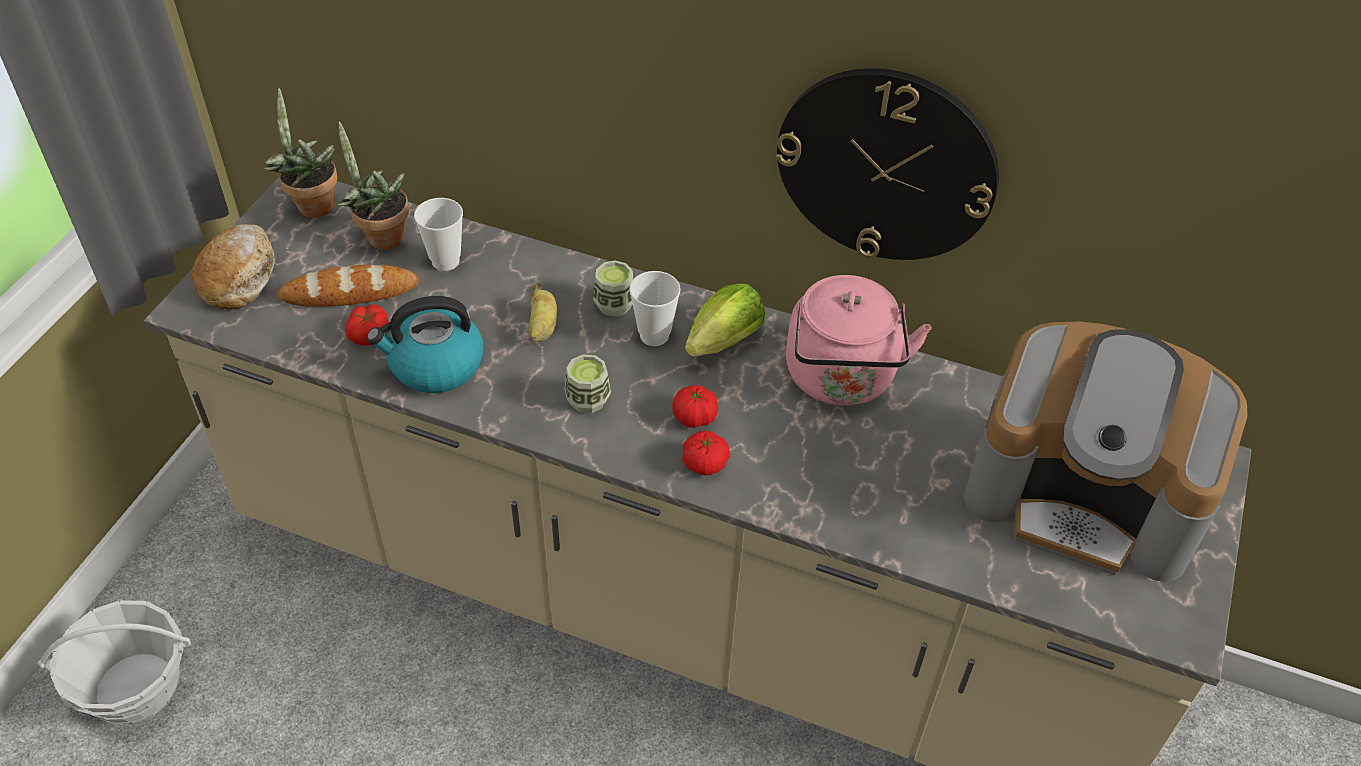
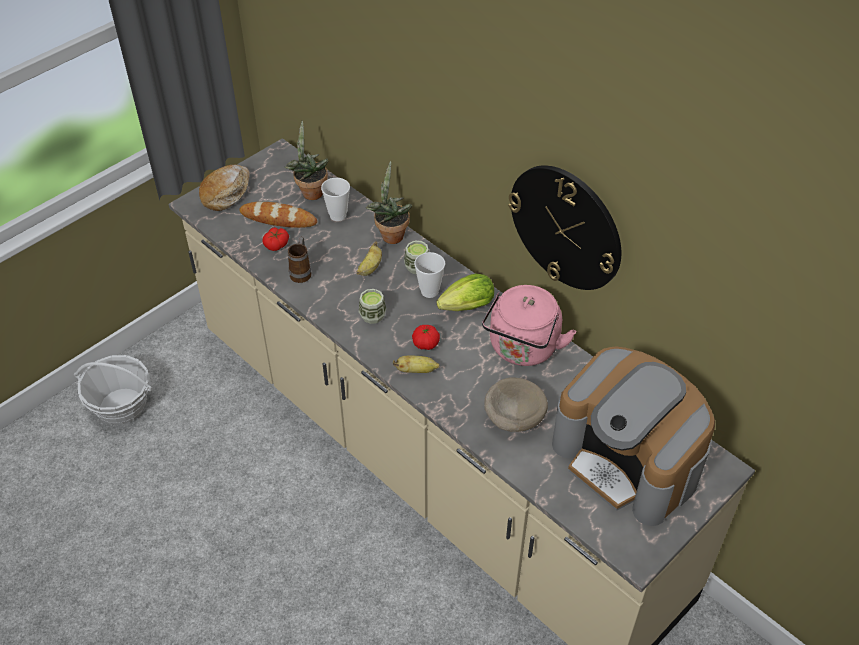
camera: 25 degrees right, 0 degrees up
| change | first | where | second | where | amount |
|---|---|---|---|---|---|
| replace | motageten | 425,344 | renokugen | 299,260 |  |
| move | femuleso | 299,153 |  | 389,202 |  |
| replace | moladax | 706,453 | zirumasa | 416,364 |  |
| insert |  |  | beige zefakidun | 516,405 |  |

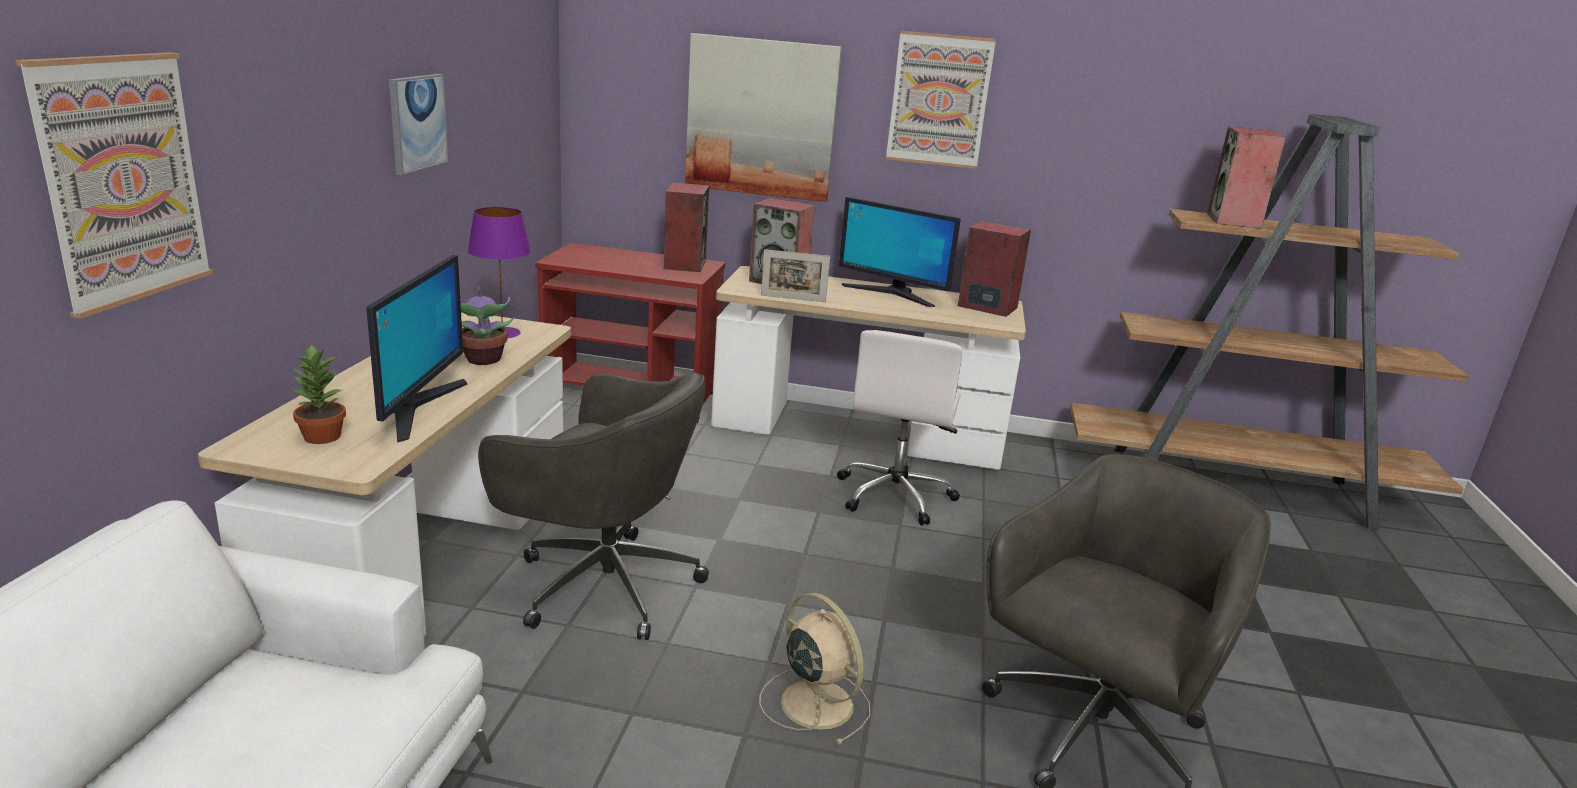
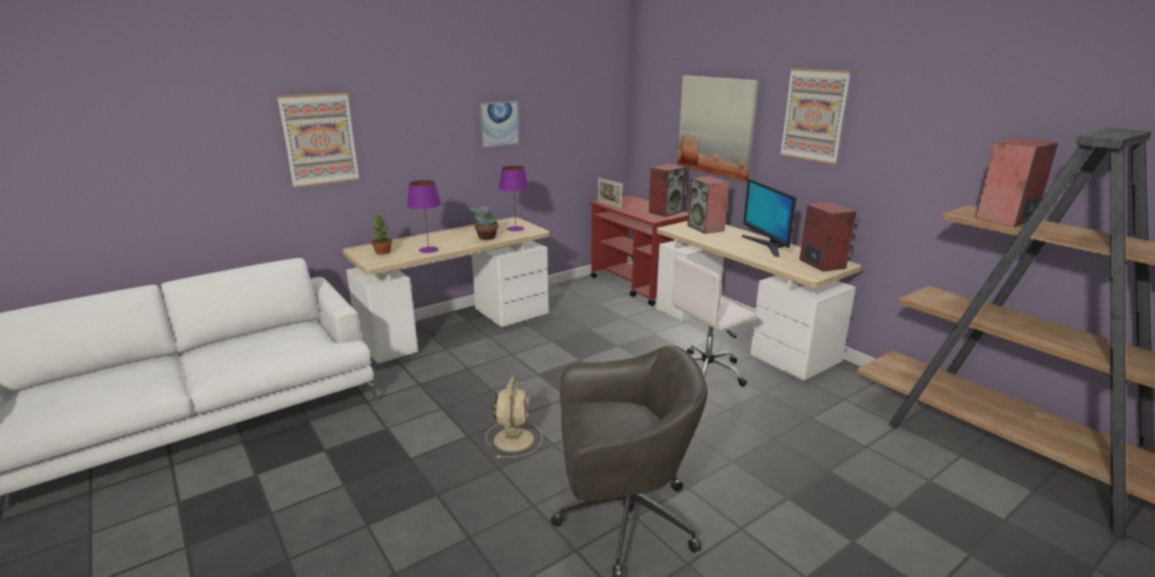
camera: 45 degrees right, 0 degrees up
| change | first | where | second | where | amount |
|---|---|---|---|---|---|
| replace | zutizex | 416,349 | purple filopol | 424,216 |  |
| move | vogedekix | 795,275 |  | 610,193 |  |
| delete | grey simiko | 593,506 |  |  |  |

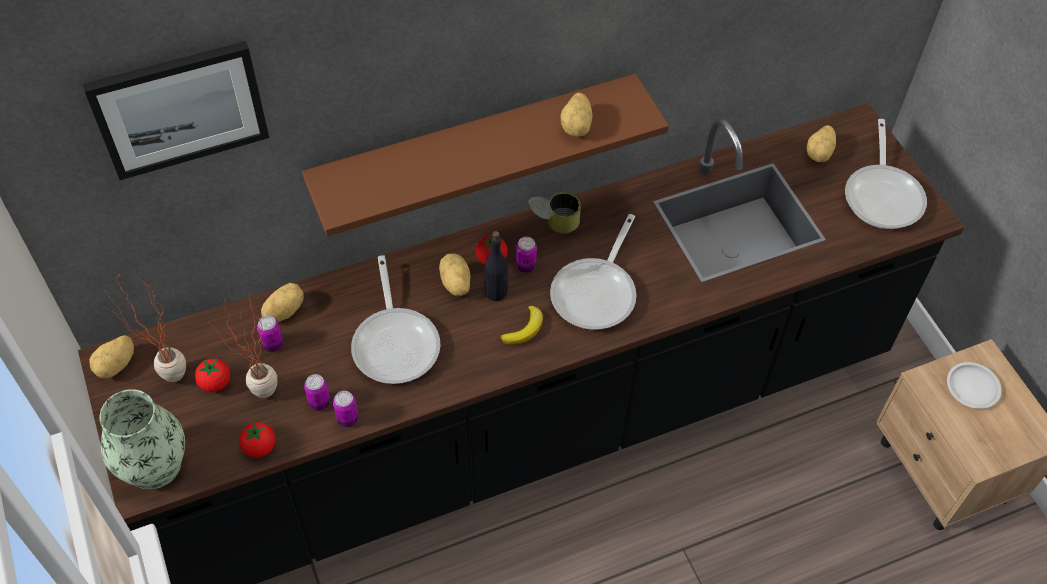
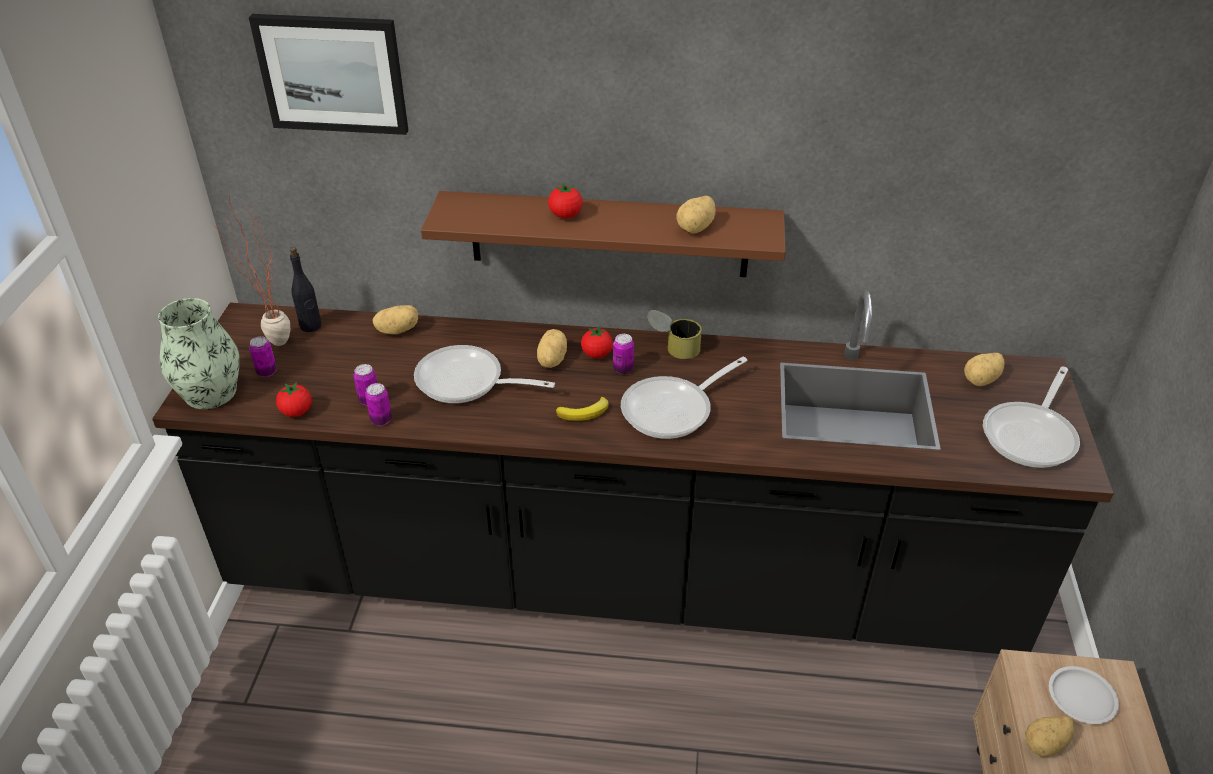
camera: 30 degrees right, 15 degrees down
| change | first | where | second | where | amount |
|---|---|---|---|---|---|
| move | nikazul | 270,334 |  | 263,356 |  |
| move | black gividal | 496,266 |  | 305,289 |  |
| rotate | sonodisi | 396,319 |  | 484,374 | 90 degrees clockwise |
| move | moladax | 212,375 |  | 565,200 |  |
| move | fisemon | 111,357 |  | 1050,736 |  |
| delete | femuleso | 243,345 |  |  |  |

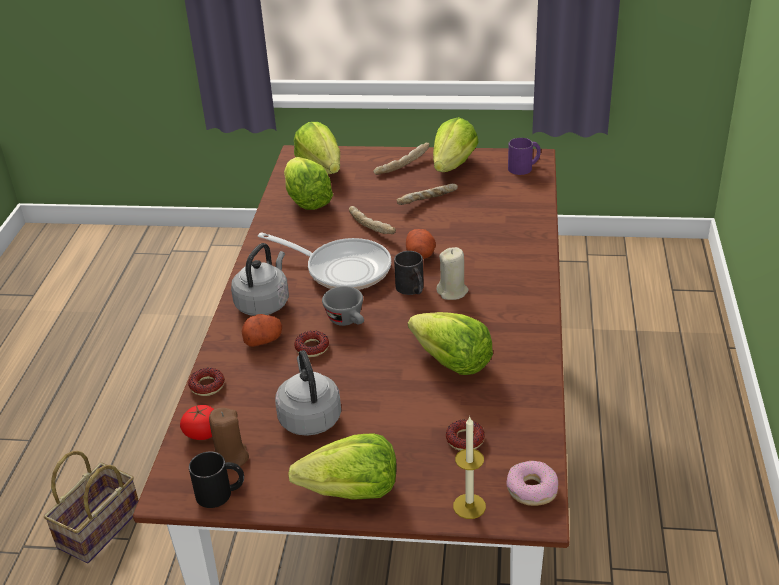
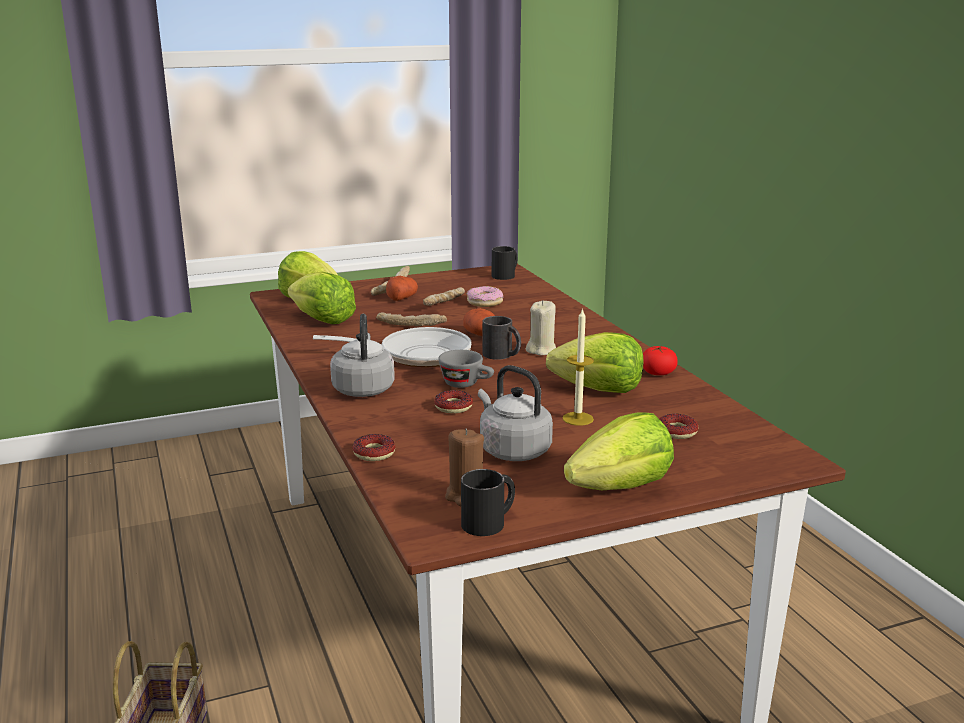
camera: 30 degrees left, 15 degrees down
| change | first | where | second | where | amount |
|---|---|---|---|---|---|
| move | fisemon | 262,330 |  | 402,288 |  |
| move | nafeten | 532,483 |  | 485,296 |  |
| recolor | purple renokugen | 524,156 | black renokugen | 504,263 |  |
| move | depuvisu | 469,467 |  | 578,367 |  |
| move | moladax | 197,422 |  | 660,360 |  |
| delete | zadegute | 456,144 |  |  |  |

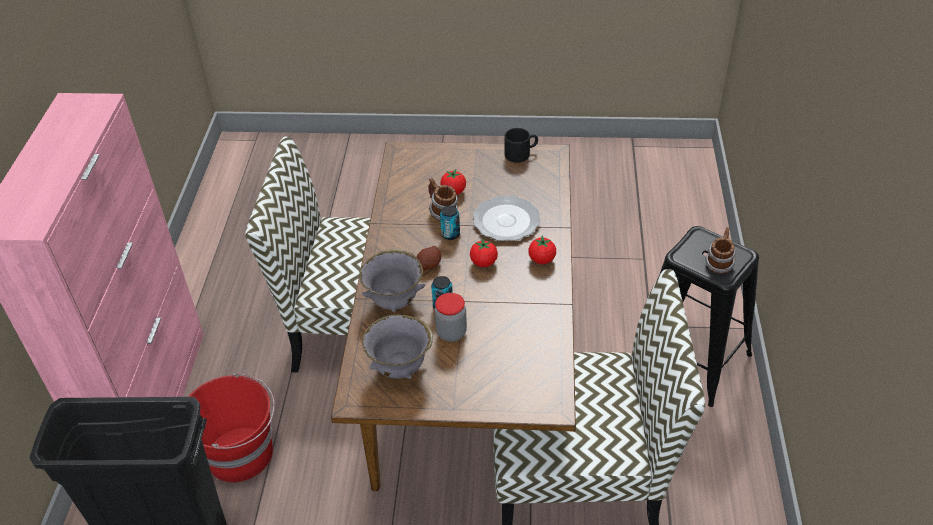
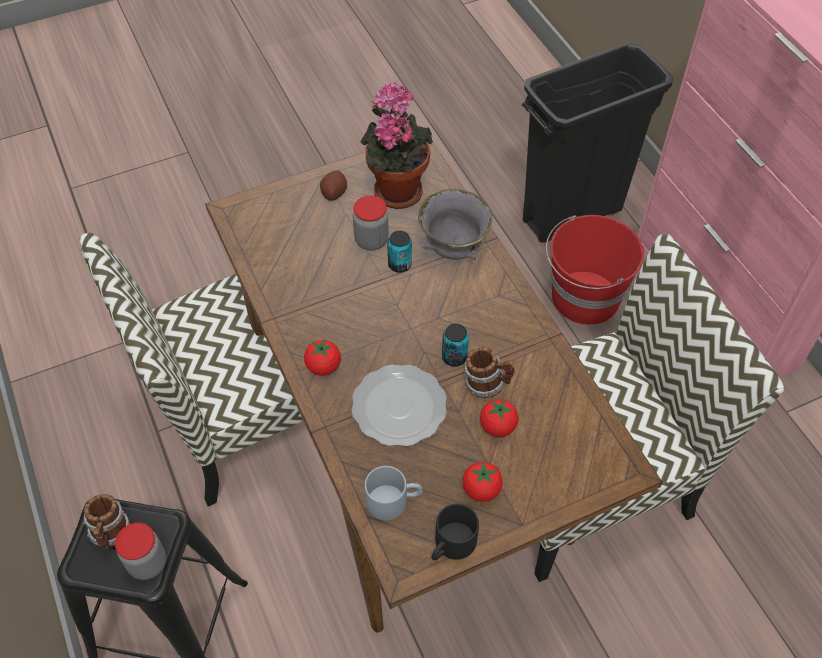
camera: 150 degrees right, 10 degrees up
| change | first | where | second | where | amount |
|---|---|---|---|---|---|
| insert |  |  | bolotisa | 140,551 |  |
| move | fisemon | 429,258 |  | 333,185 |  |
| replace | grey zefakidun | 397,346 | femuleso | 397,145 |  |
| insert |  |  | grey renokugen | 394,493 |  |
| move | moladax | 484,252 |  | 482,482 |  |

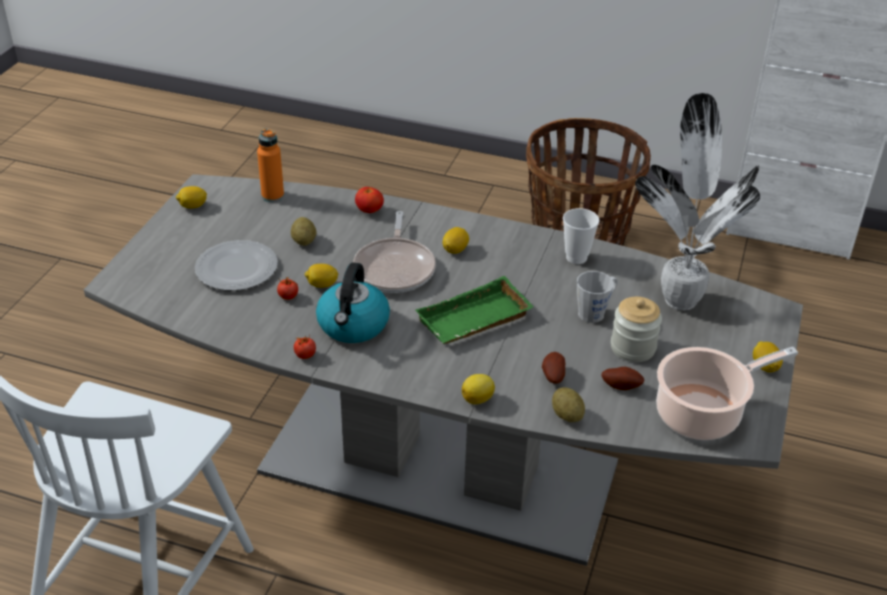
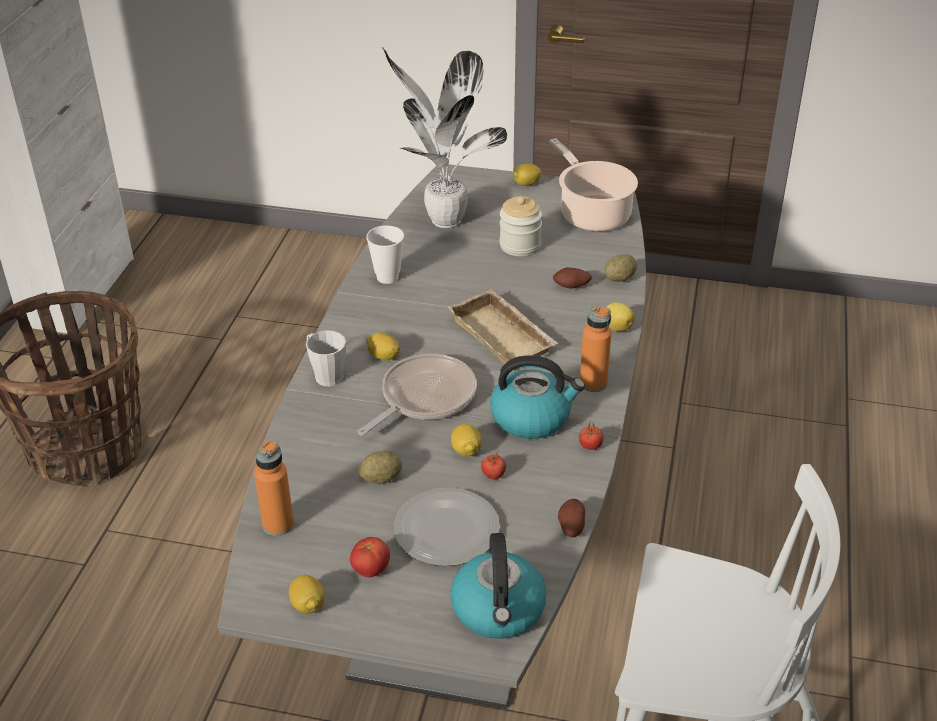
camera: 95 degrees left, 0 degrees up
| change | first | where | second | where | amount |
|---|---|---|---|---|---|
| move | grey renokugen | 597,297 |  | 326,358 |  |
| move | moladax | 369,200 |  | 370,557 |  |
| rotate | sonodisi | 394,252 |  | 417,395 | 45 degrees counterclockwise |
| recolor | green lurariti | 474,310 | beige lurariti | 503,330 |  |
| insert |  |  | motageten | 498,586 |  |
| move | fisemon | 622,378 |  | 571,518 |  |
| insert |  |  | orange gividal | 596,349 |  |

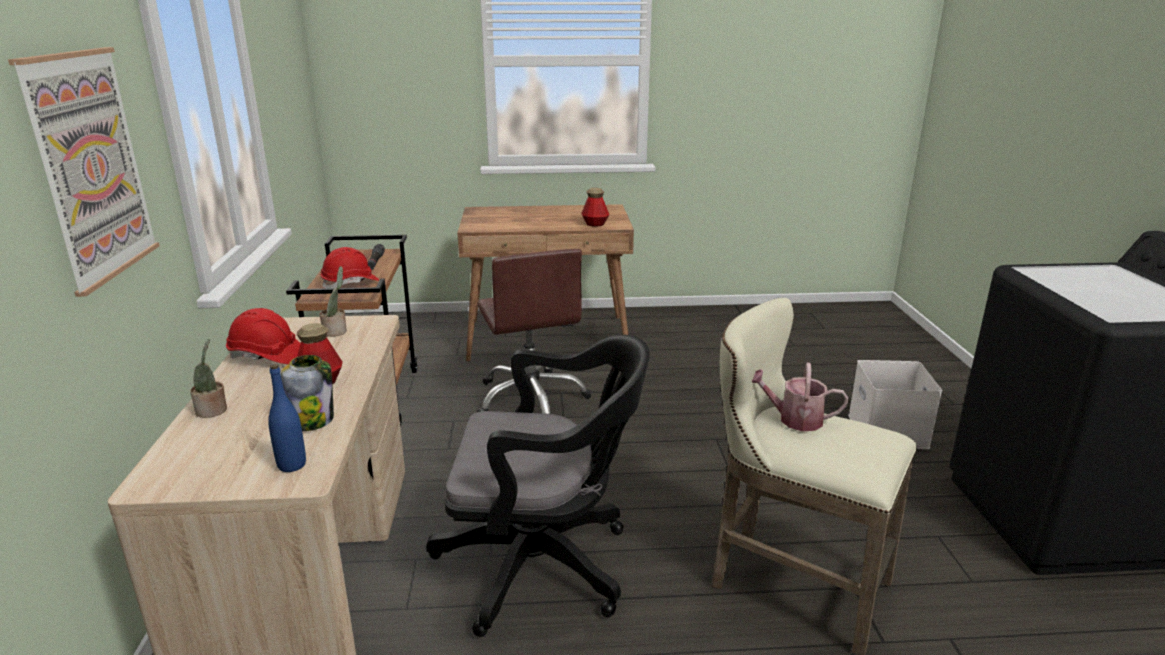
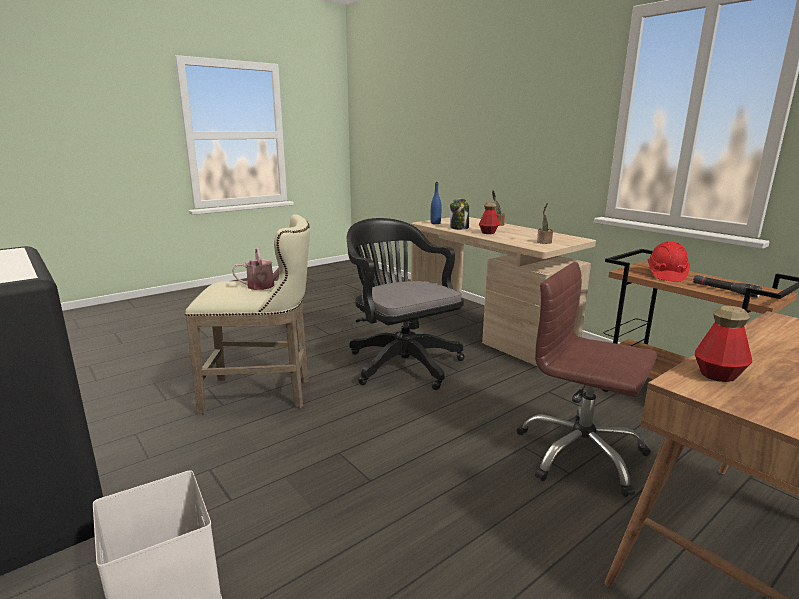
camera: 145 degrees right, 5 degrees down
| change | first | where | second | where | amount |
|---|---|---|---|---|---|
| rotate | black simiko | 538,486 |  | 406,304 | 90 degrees clockwise |
| delete | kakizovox | 84,172 |  |  |  |
| delete | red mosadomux | 263,336 |  |  |  |

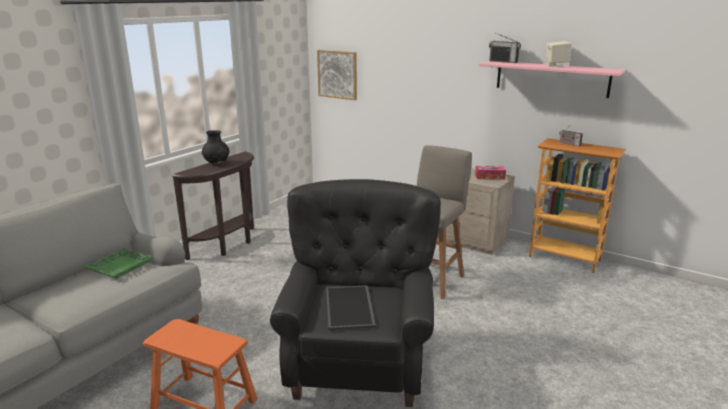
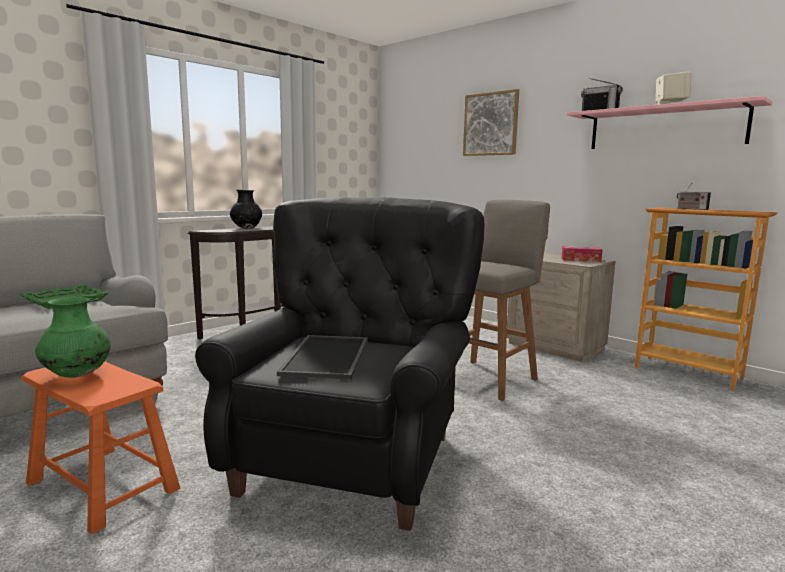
camera: 10 degrees right, 10 degrees down
| change | first | where | second | where | amount |
|---|---|---|---|---|---|
| insert |  |  | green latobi | 73,337 |  |
| move | kakizovox | 337,75 |  | 491,122 |  |

